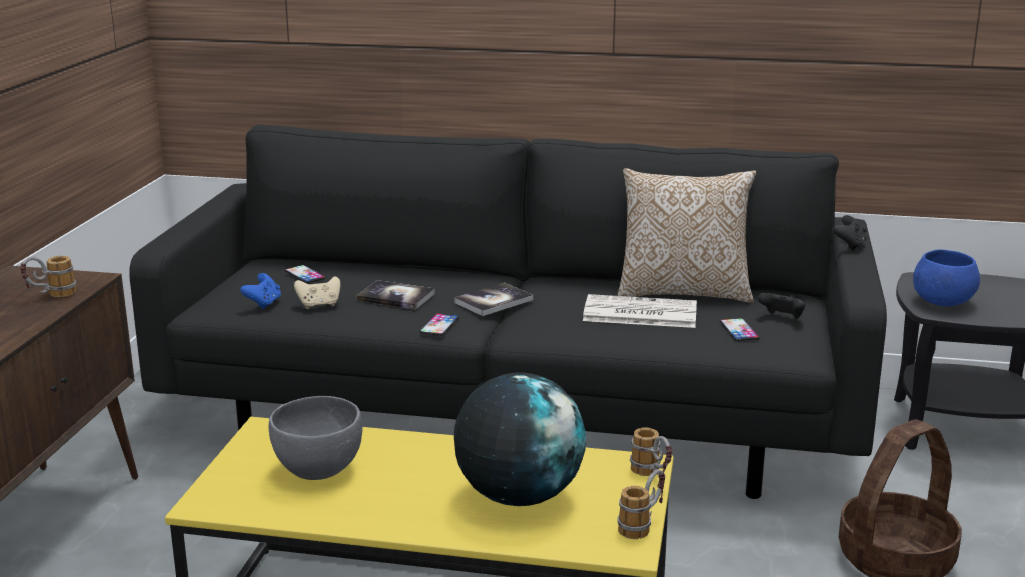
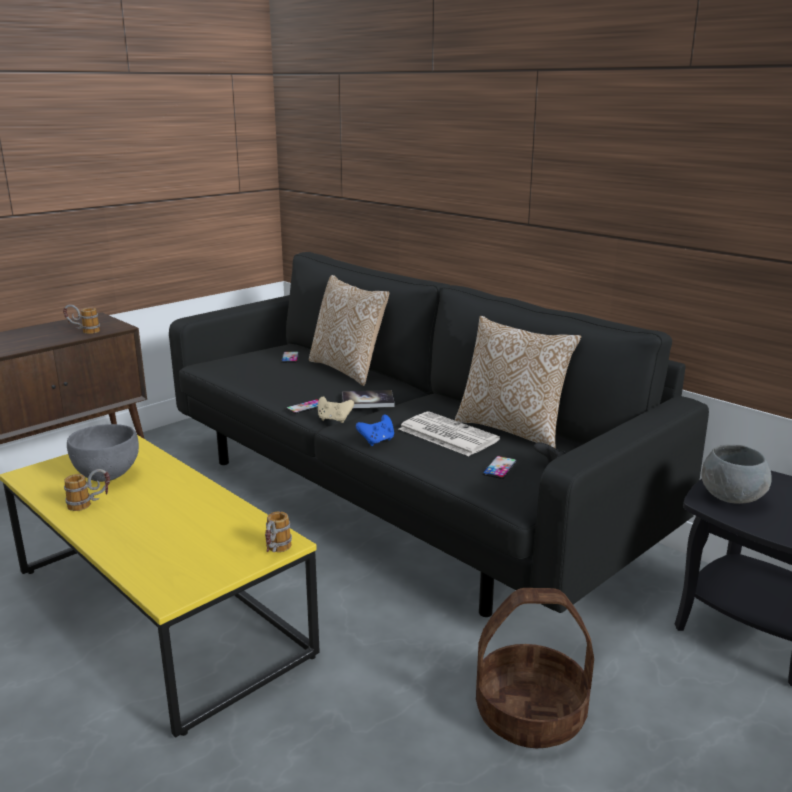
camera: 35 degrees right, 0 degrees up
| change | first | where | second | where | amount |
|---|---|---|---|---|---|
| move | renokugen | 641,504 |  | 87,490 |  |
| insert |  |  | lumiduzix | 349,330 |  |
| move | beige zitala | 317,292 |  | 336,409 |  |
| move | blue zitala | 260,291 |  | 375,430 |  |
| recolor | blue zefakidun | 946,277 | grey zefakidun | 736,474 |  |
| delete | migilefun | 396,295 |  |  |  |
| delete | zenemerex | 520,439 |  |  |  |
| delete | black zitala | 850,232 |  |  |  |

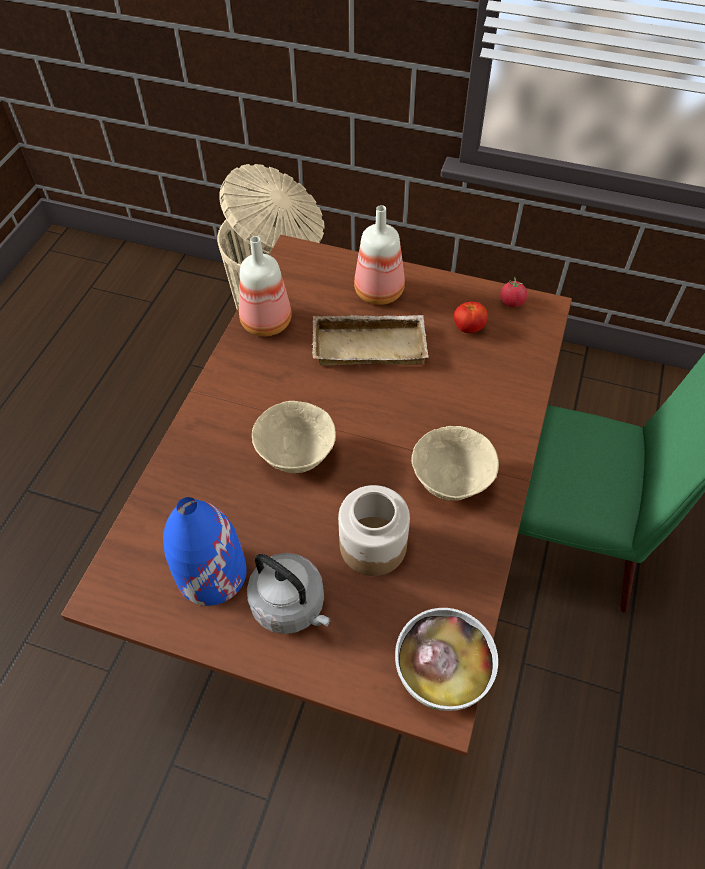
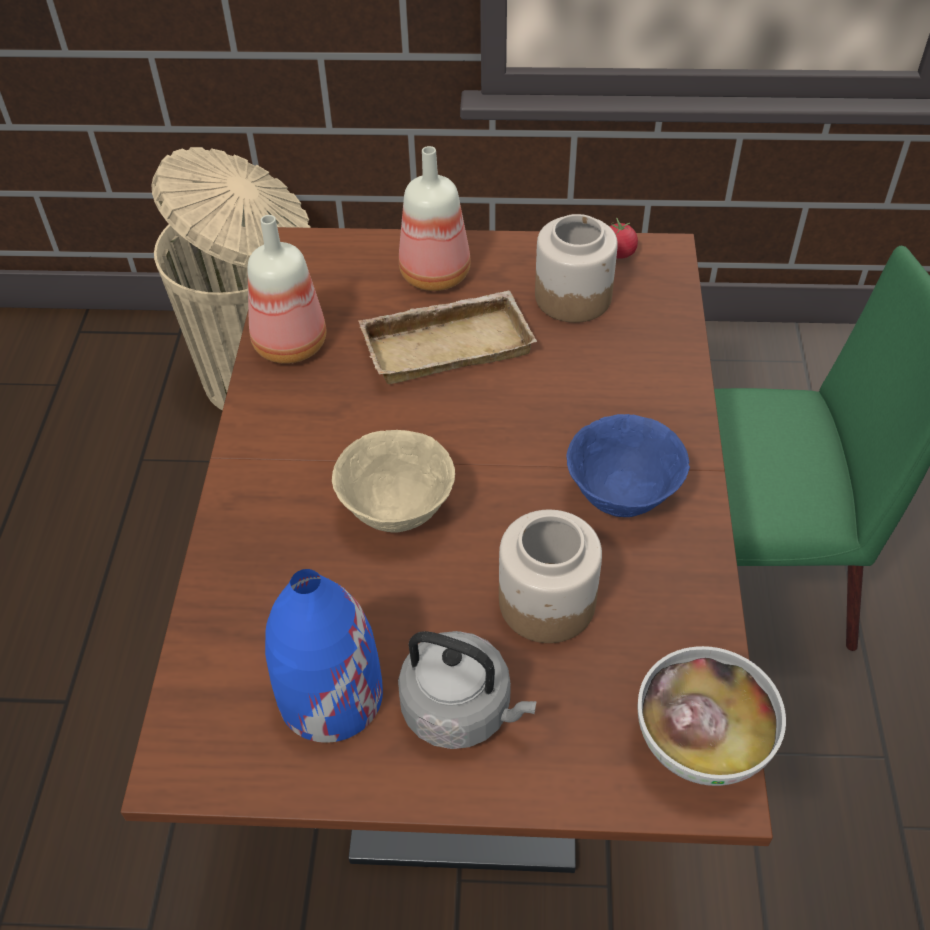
camera: 15 degrees left, 5 degrees down
| change | first | where | second | where | amount |
|---|---|---|---|---|---|
| replace | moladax | 471,317 | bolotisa | 576,268 |  |
| recolor | beige zefakidun | 455,463 | blue zefakidun | 628,465 |  |

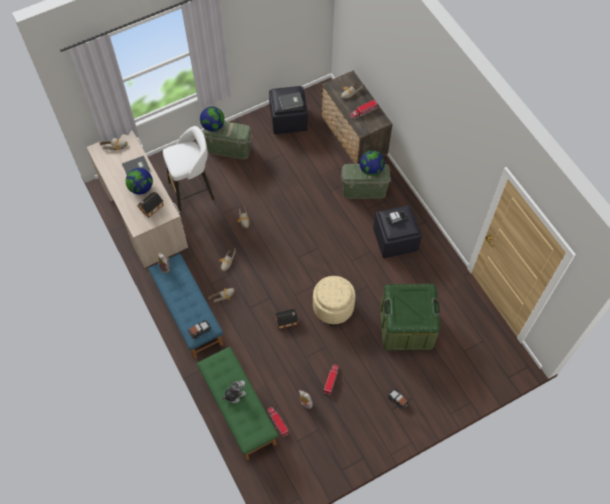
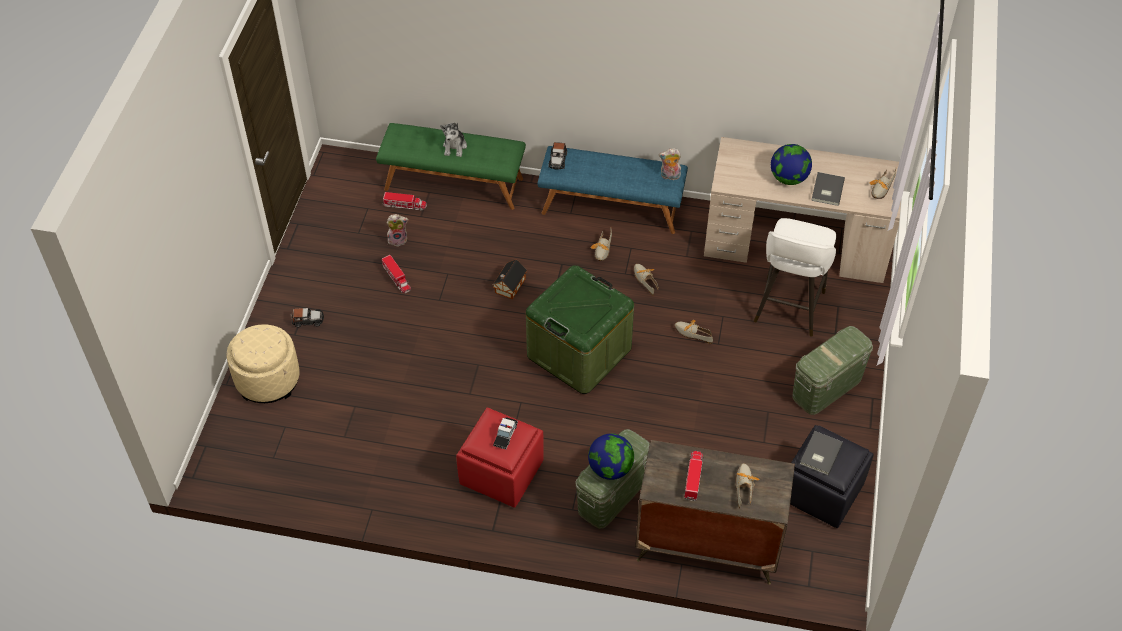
camera: 130 degrees right, 10 degrees down
| change | first | where | second | where | amount |
|---|---|---|---|---|---|
| move | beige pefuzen | 334,301 |  | 263,364 |  |
| recolor | black pefuzen | 397,231 | red pefuzen | 500,458 |  |
| move | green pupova | 410,317 |  | 580,329 |  |
| delete | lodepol | 150,205 |  |  |  |
| delete | zenemerex | 212,119 |  |  |  |

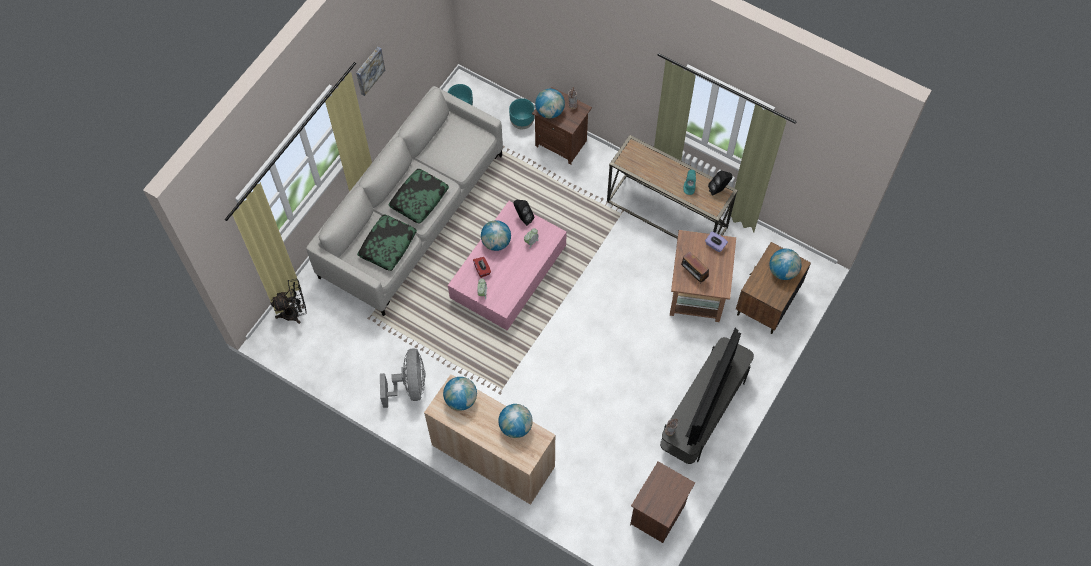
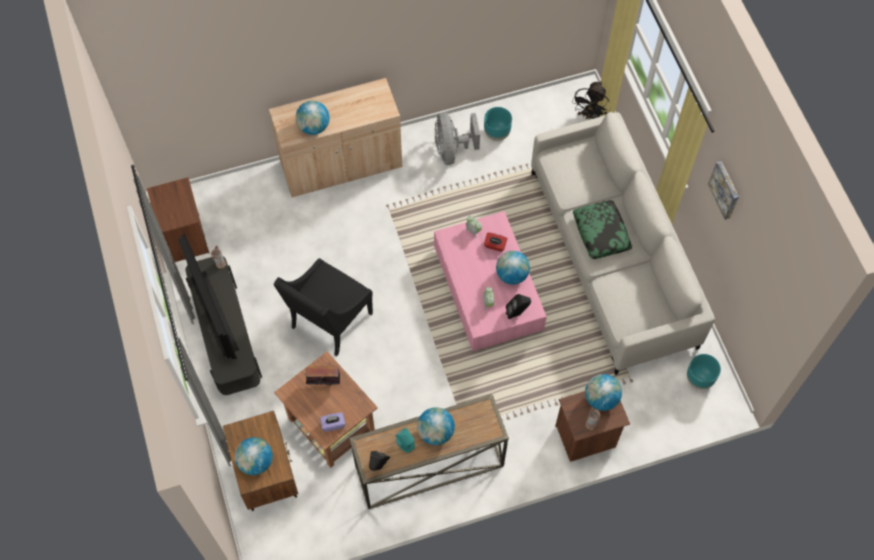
camera: 130 degrees right, 0 degrees up
| change | first | where | second | where | amount |
|---|---|---|---|---|---|
| insert |  |  | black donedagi | 323,307 |  |
| move | zenemerex | 460,394 |  | 436,426 |  |
| rotate | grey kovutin | 403,378 |  | 457,138 | 45 degrees clockwise |
| move | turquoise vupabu | 522,113 |  | 498,124 |  |
| delete | lumiduzix | 387,243 |  |  |  |

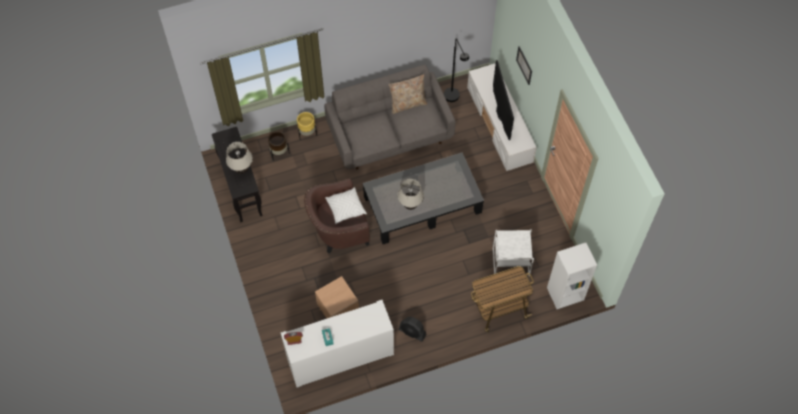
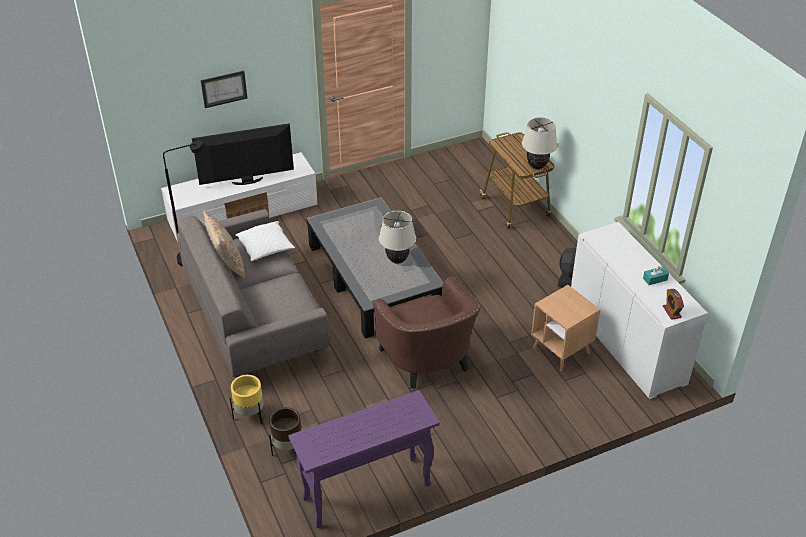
camera: 95 degrees left, 20 degrees down
| change | first | where | second | where | amount |
|---|---|---|---|---|---|
| move | white lumiduzix | 346,205 |  | 265,241 |  |
| recolor | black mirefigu | 237,174 | purple mirefigu | 364,459 |  |
| move | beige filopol | 239,158 |  | 539,143 |  |
| delete | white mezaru | 513,252 |  |  |  |
| delete | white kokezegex | 572,276 |  |  |  |

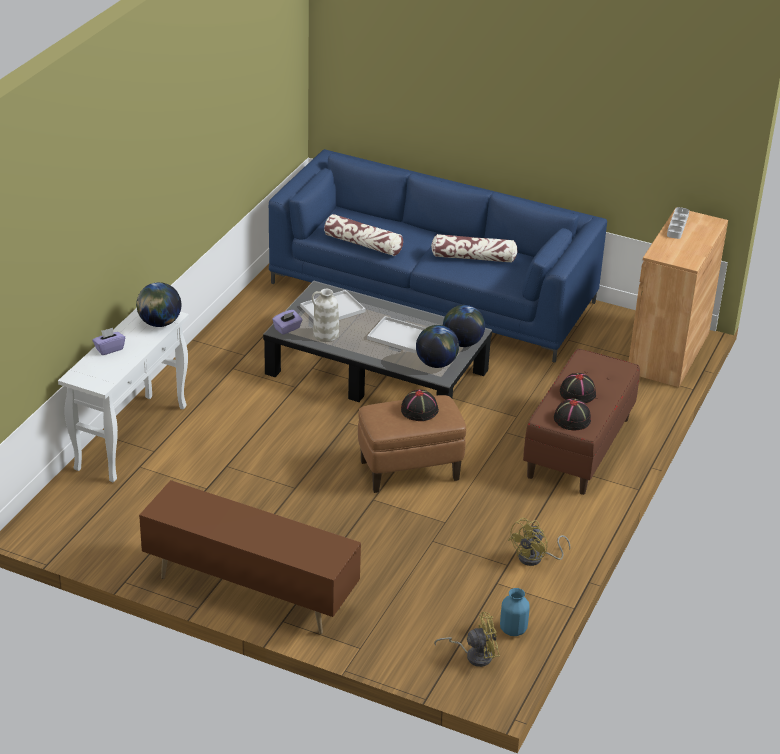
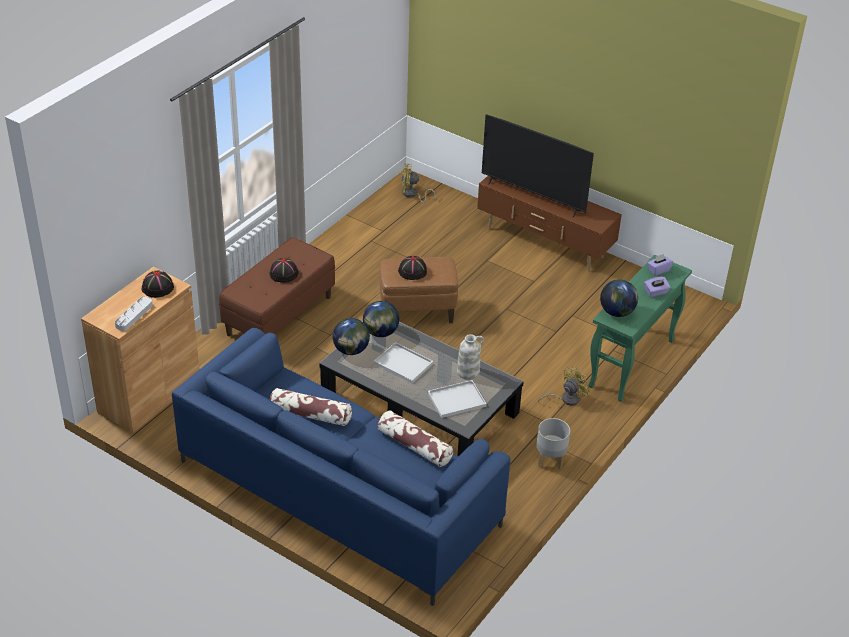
camera: 170 degrees left, 5 degrees up
| change | first | where | second | where | amount |
|---|---|---|---|---|---|
| move | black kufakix | 572,414 |  | 158,284 |  |
| insert |  |  | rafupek | 538,165 |  |
| insert |  |  | grey vupabu | 553,444 |  |
| move | yellow kovutin | 539,542 |  | 564,386 |  |
| recolor | white mirefigu | 123,395 | green mirefigu | 640,328 |  |
| move | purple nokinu | 287,322 |  | 660,265 |  |
| delete | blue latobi | 515,612 |  |  |  |

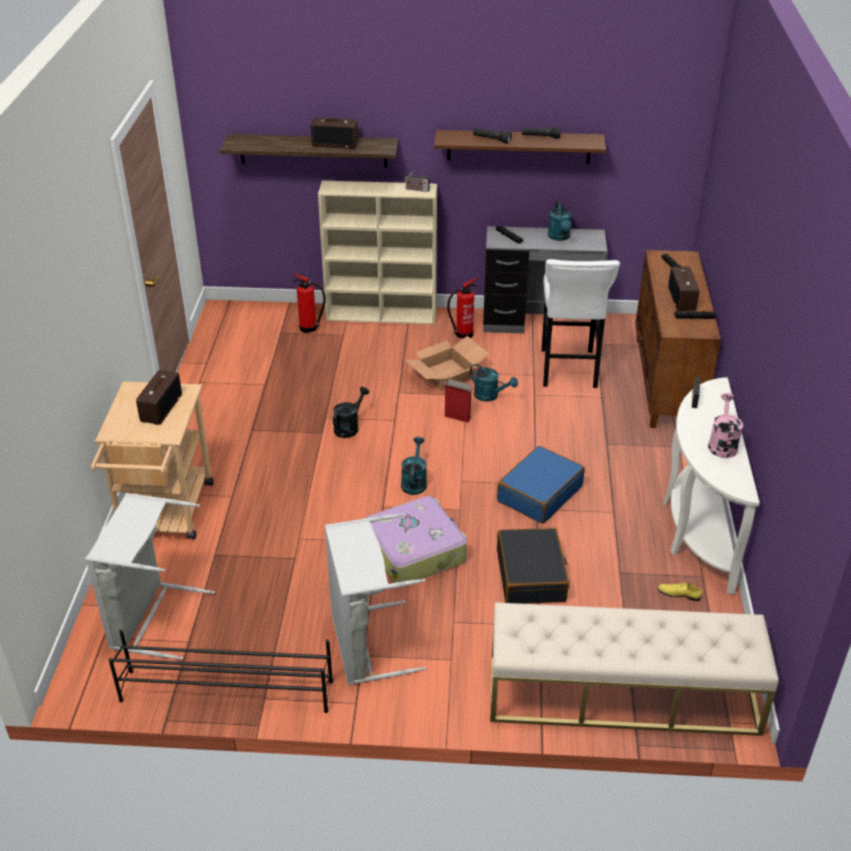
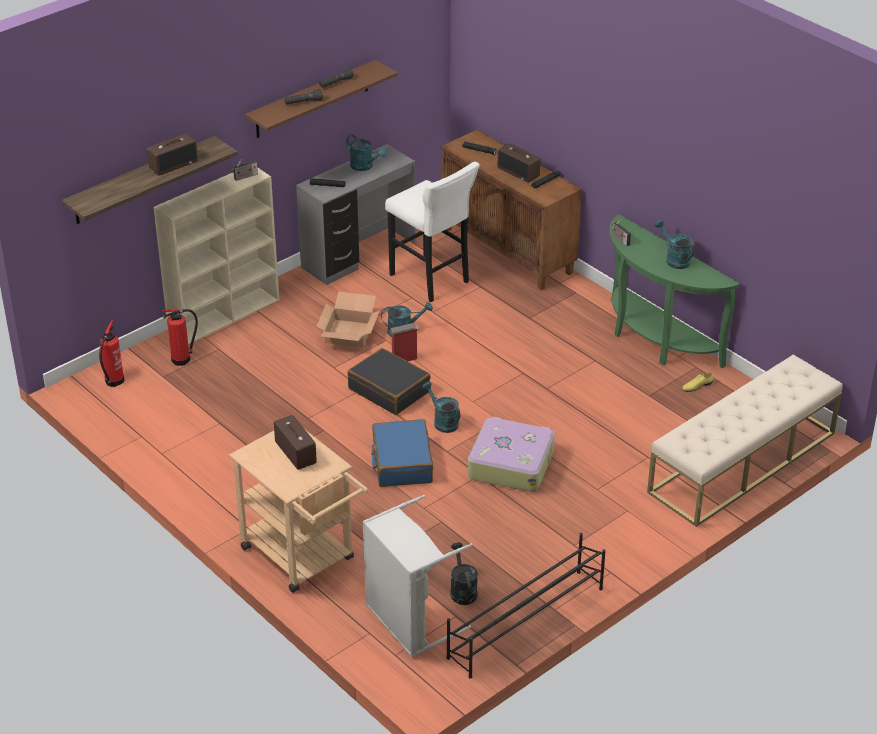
camera: 45 degrees left, 0 degrees up
| change | first | where | second | where | amount |
|---|---|---|---|---|---|
| move | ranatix | 462,308 |  | 111,353 |  |
| move | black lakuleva | 533,565 |  | 389,381 |  |
| move | blue lakuleva | 541,485 |  | 402,453 |  |
| move | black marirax | 351,412 |  | 464,574 |  |
| recolor | white mirefigu | 711,485 | green mirefigu | 674,291 |  |
| recolor | pink marirax | 725,425 | turquoise marirax | 675,244 |  |
| delete | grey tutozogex | 375,599 |  |  |  |

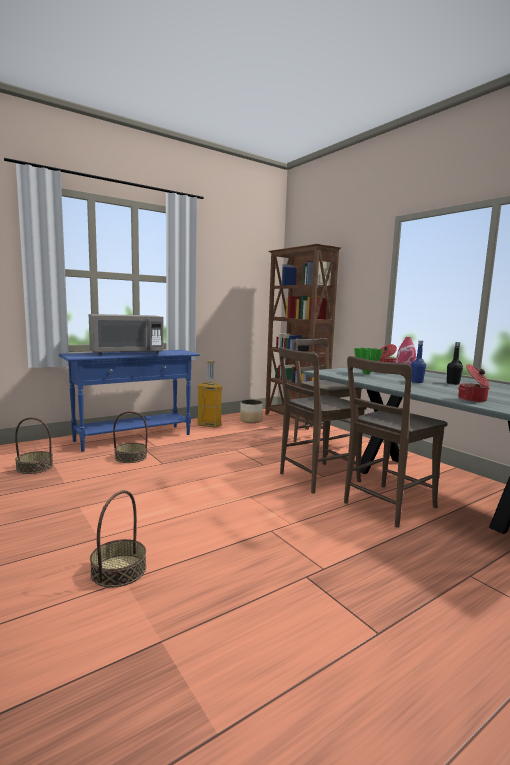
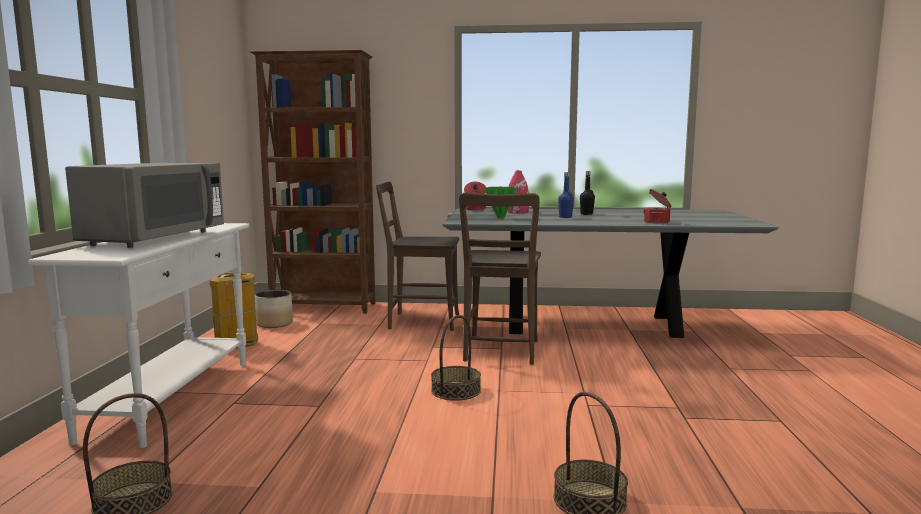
camera: 50 degrees left, 0 degrees up
| change | first | where | second | where | amount |
|---|---|---|---|---|---|
| recolor | blue mirefigu | 129,401 | white mirefigu | 139,335 |  |
| move | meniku | 130,437 |  | 456,358 |  |
| delete | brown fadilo | 395,442 |  |  |  |

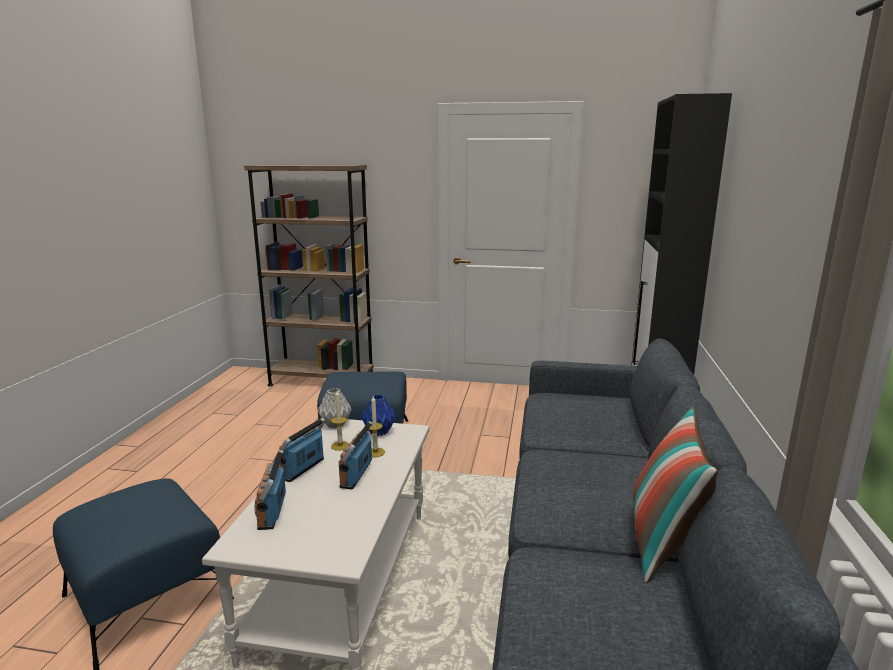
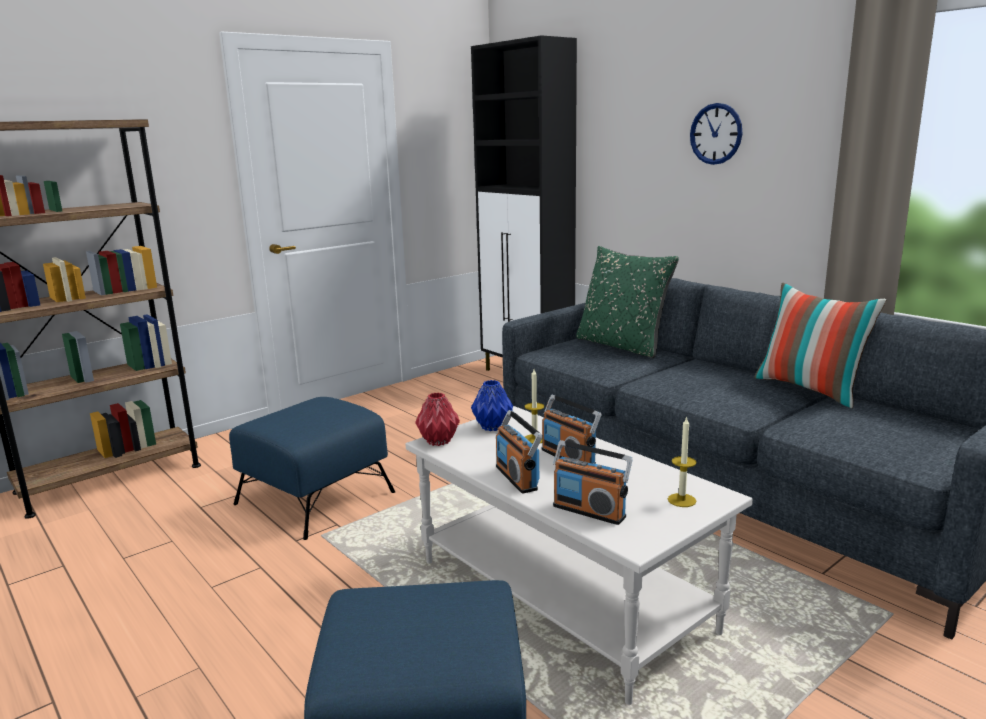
camera: 50 degrees left, 0 degrees up
| change | first | where | second | where | amount |
|---|---|---|---|---|---|
| recolor | grey latobi | 334,408 | red latobi | 437,419 |  |
| insert |  |  | green lumiduzix | 627,302 |  |
| move | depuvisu | 340,421 |  | 682,461 |  |
| insert |  |  | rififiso | 716,134 |  |

